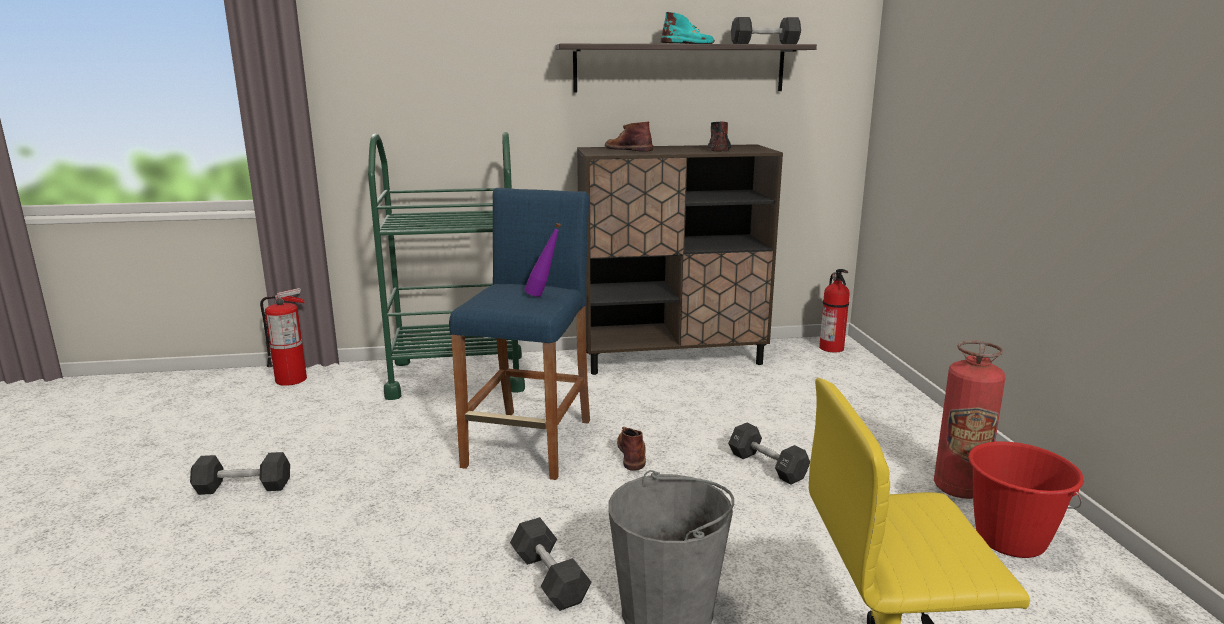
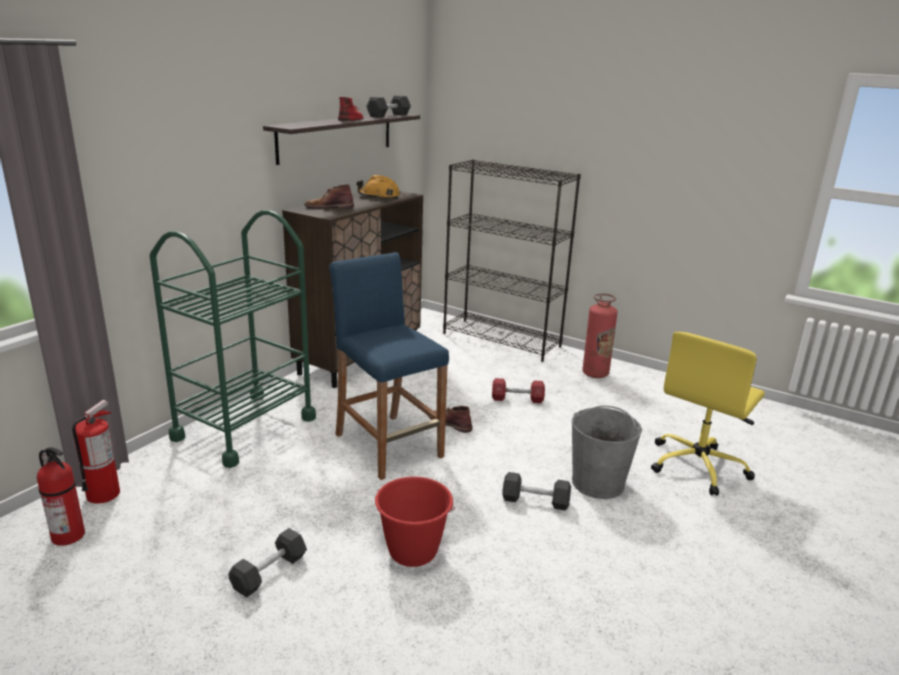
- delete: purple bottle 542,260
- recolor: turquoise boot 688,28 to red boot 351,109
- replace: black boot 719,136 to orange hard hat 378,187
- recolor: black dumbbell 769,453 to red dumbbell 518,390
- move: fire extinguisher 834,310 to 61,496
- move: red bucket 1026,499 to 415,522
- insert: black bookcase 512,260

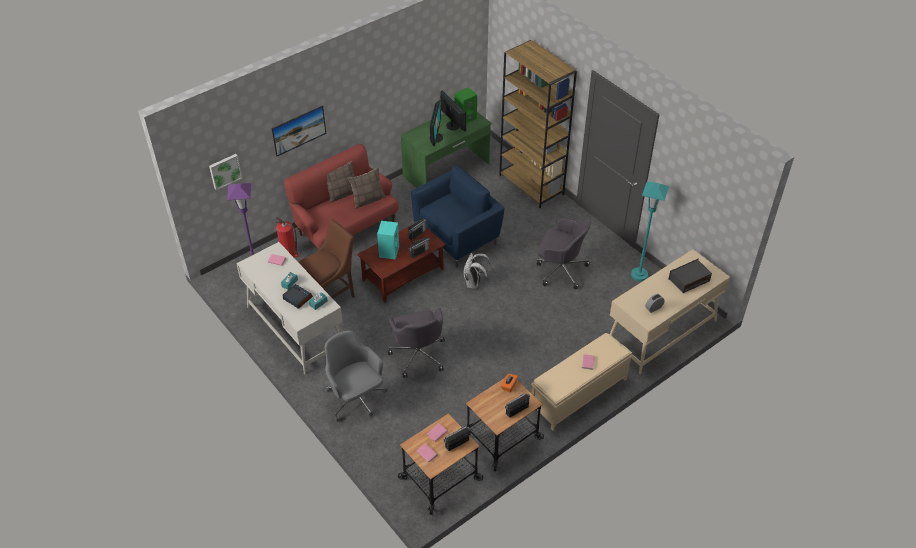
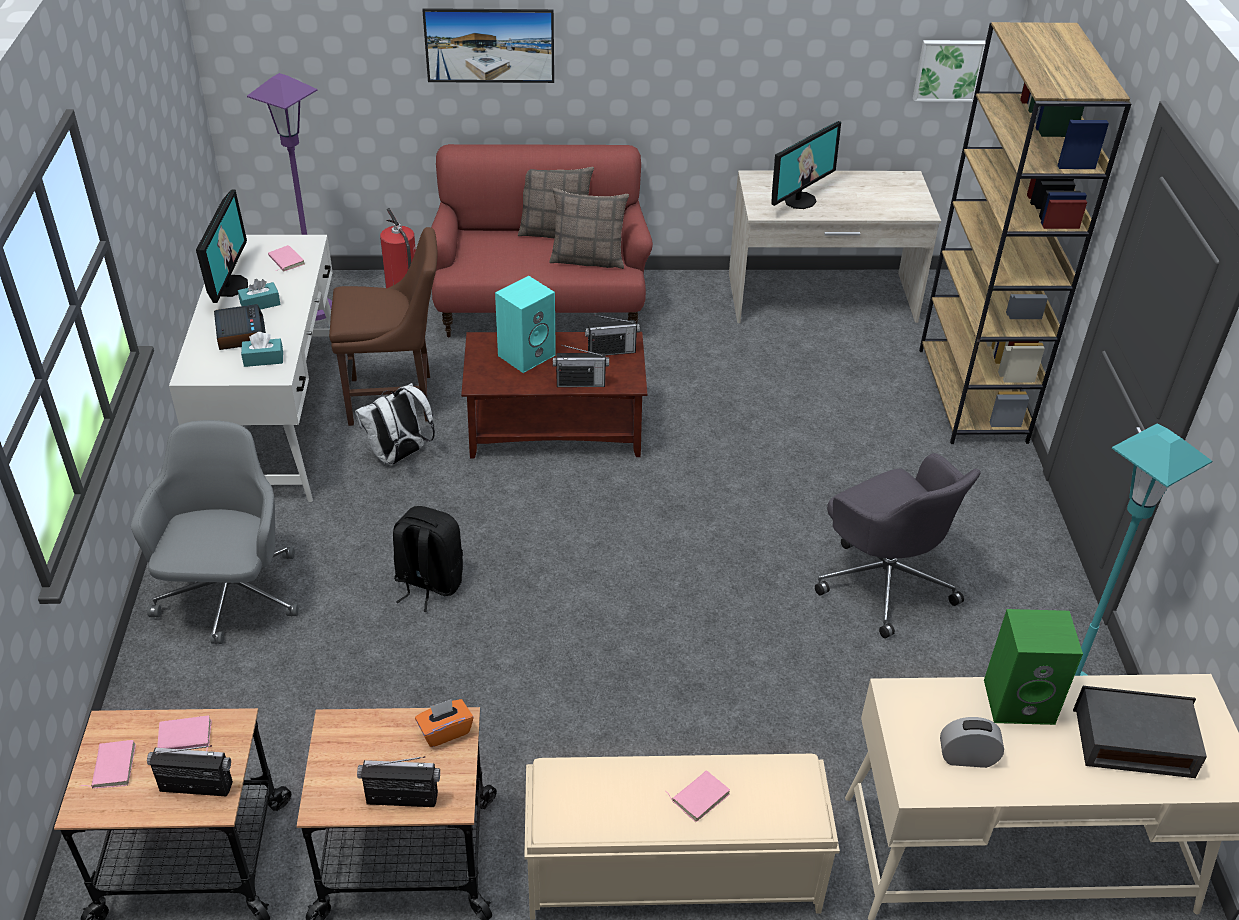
- move: picture 225,172 to 949,71
- replace: grey office chair 416,343 to black backpack 428,559
- recolor: green desk 446,150 to beige desk 835,246
- delete: blue armchair 457,216
- move: monitor 453,111 to 222,246
- move: green speaker 466,105 to 1033,667
- move: white backpack 477,271 to 395,424

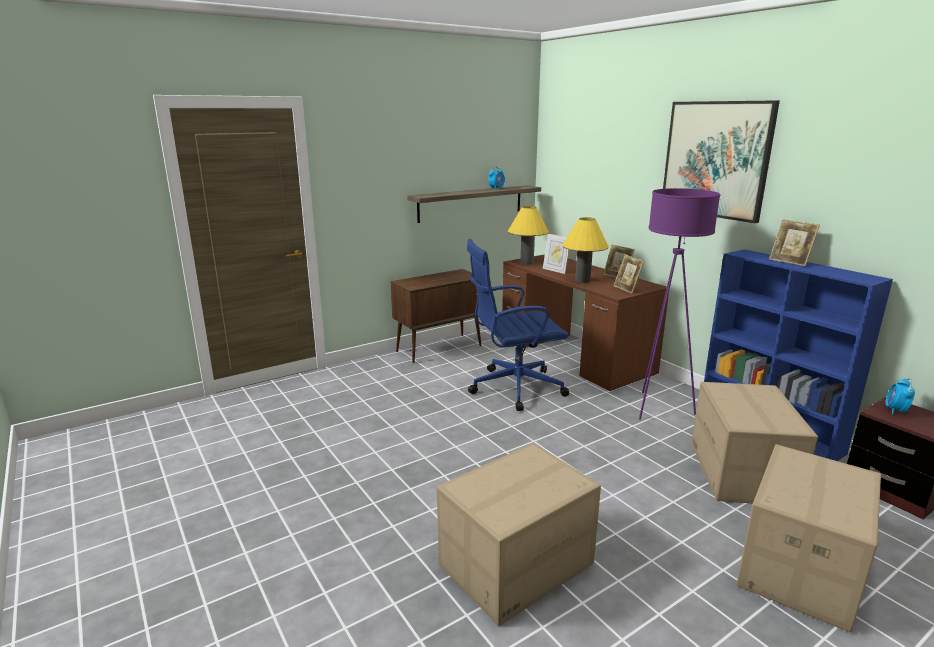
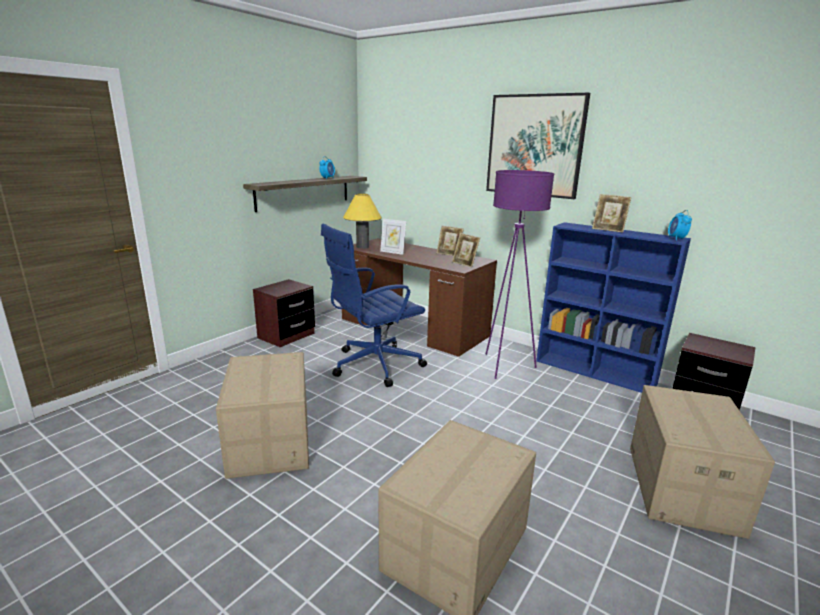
- replace: brown cabinet 436,316 to brown nightstand 284,313
- delete: yellow table lamp 585,250
- move: cardboard box 754,443 to 262,415
- move: alarm clock 900,396 to 680,225

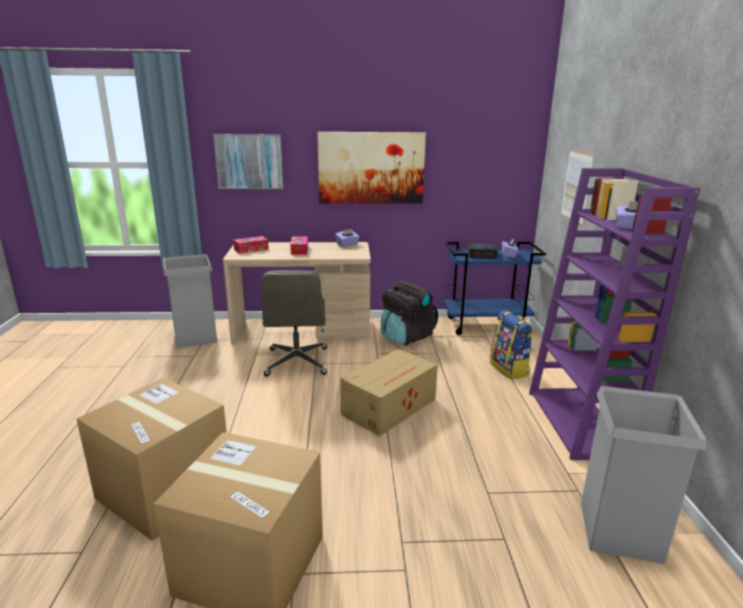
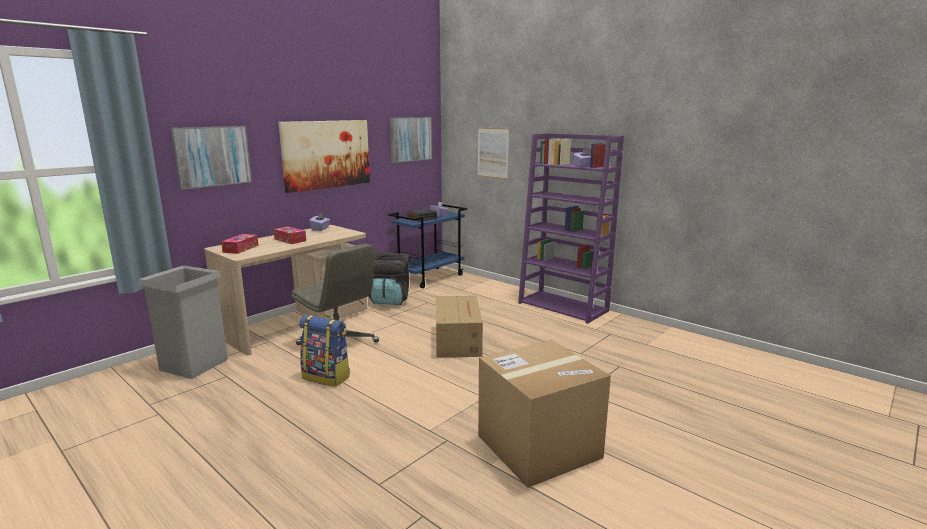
- delete: cardboard box 151,459
- move: backpack 511,344 to 324,351
- delete: grey trash can 643,475
- insert: picture 411,140

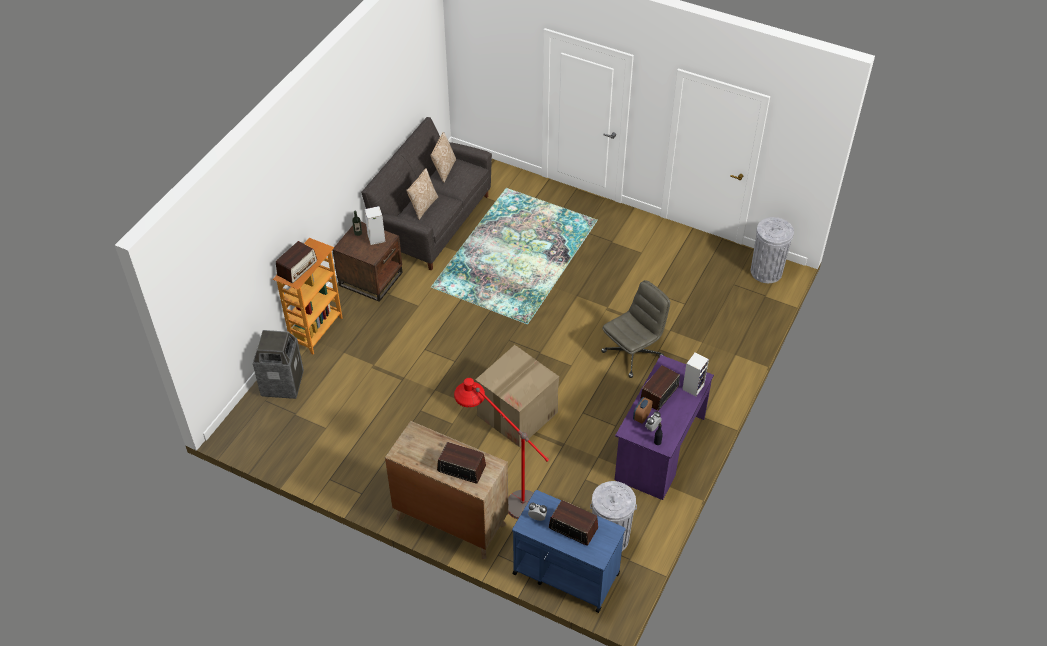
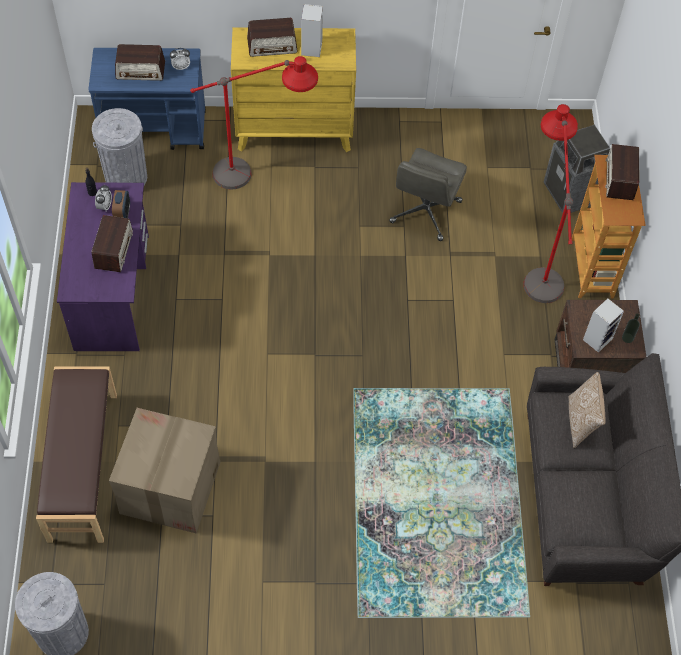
- recolor: brown dresser 447,490 to yellow dresser 293,89
- delete: pillow 443,157
- move: cardboard box 517,396 to 164,470
- move: grey office chair 635,329 to 428,194
- move: speaker 695,374 to 312,30
- insert: brown bench 76,454
- insert: red floor lamp 550,203

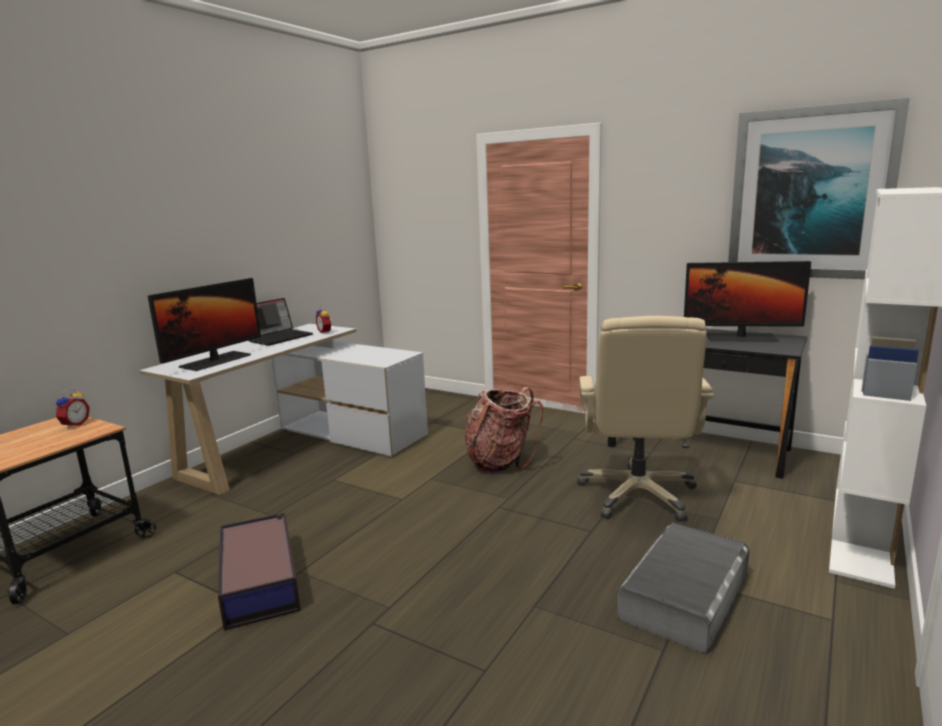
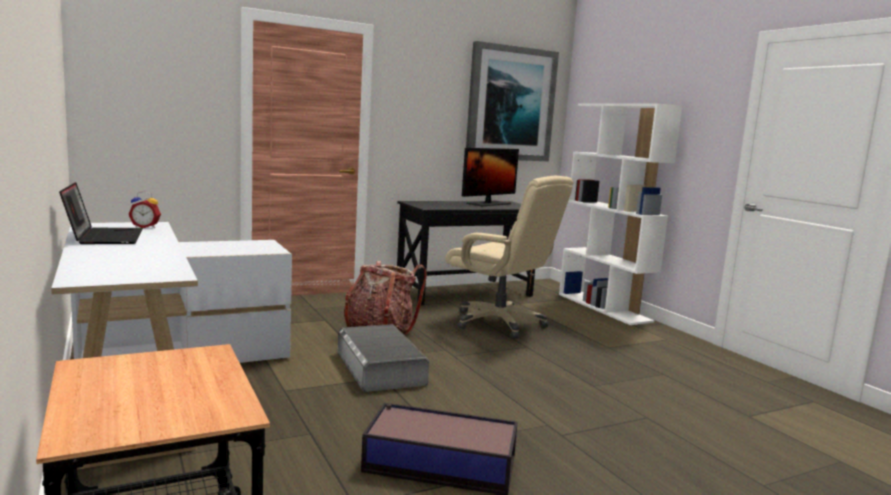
- delete: alarm clock 73,408
- delete: monitor 204,324
- move: grey storage box 683,588 to 383,358

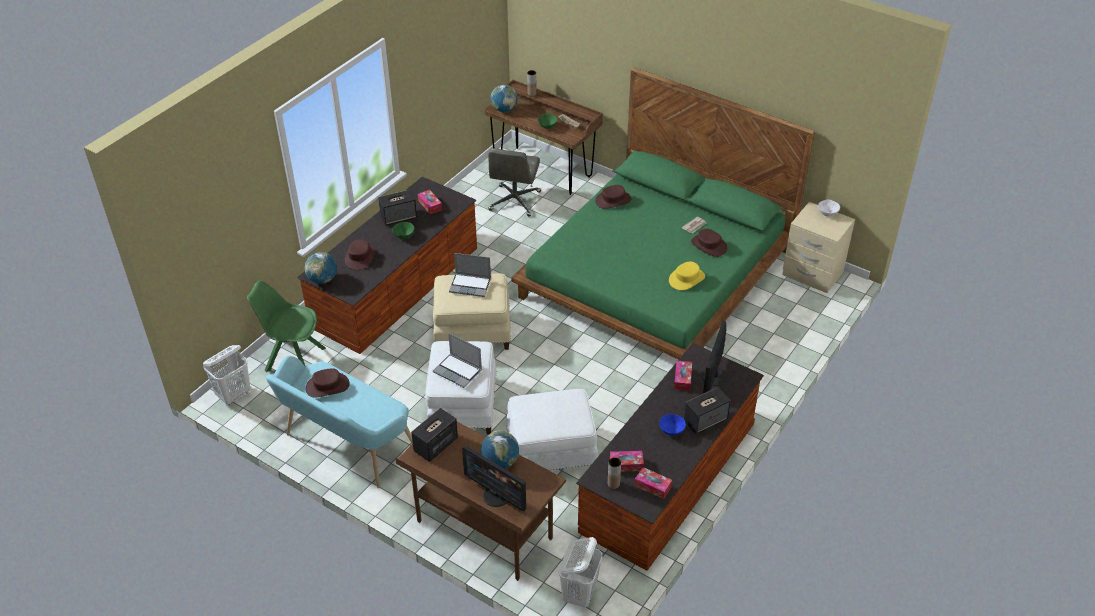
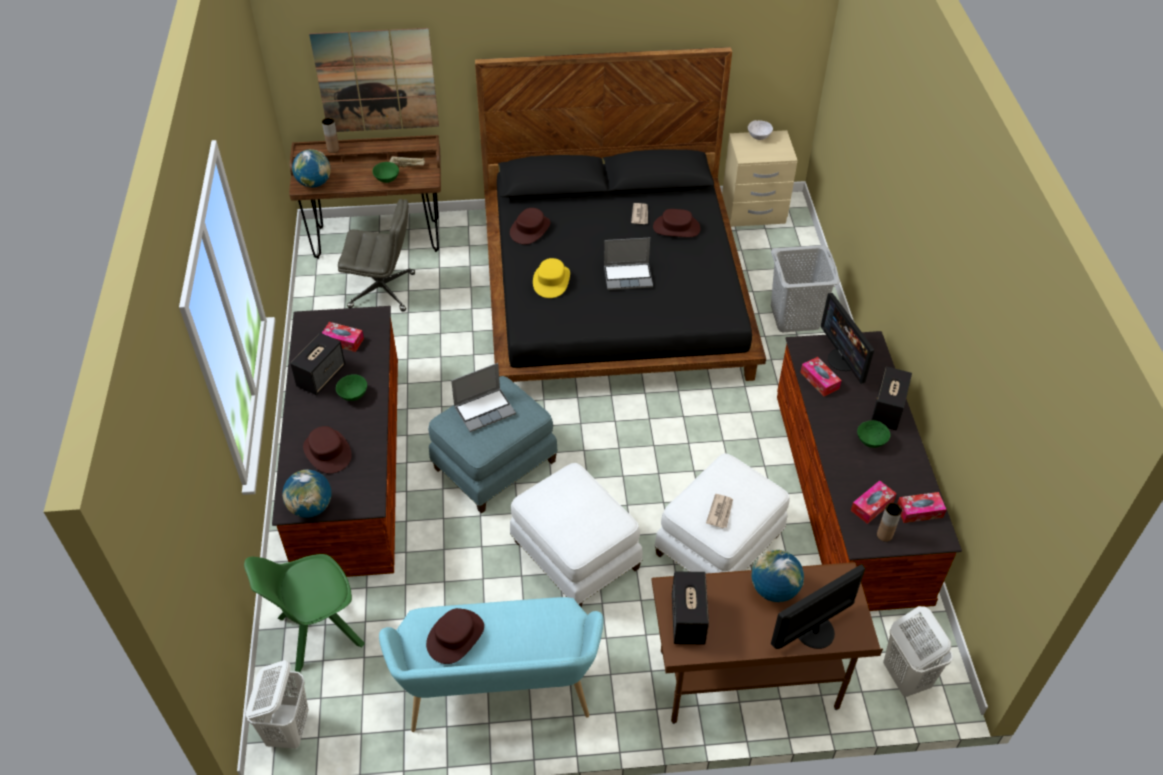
- recolor: beige ottoman 472,311 to blue ottoman 493,445
- move: laptop 457,360 to 628,263
- rotate: monitor 494,478 = 818,606 150 degrees clockwise
- rotate: grey office chair 514,182 = 376,255 60 degrees counterclockwise
- recolor: green bed 663,213 to black bed 620,214
- recolor: blue bowl 672,424 to green bowl 874,434
- move: yellow hat 687,276 to 551,278
- insert: picture 374,80
- insert: newspaper 719,511
- insert: grey laundry basket 805,288

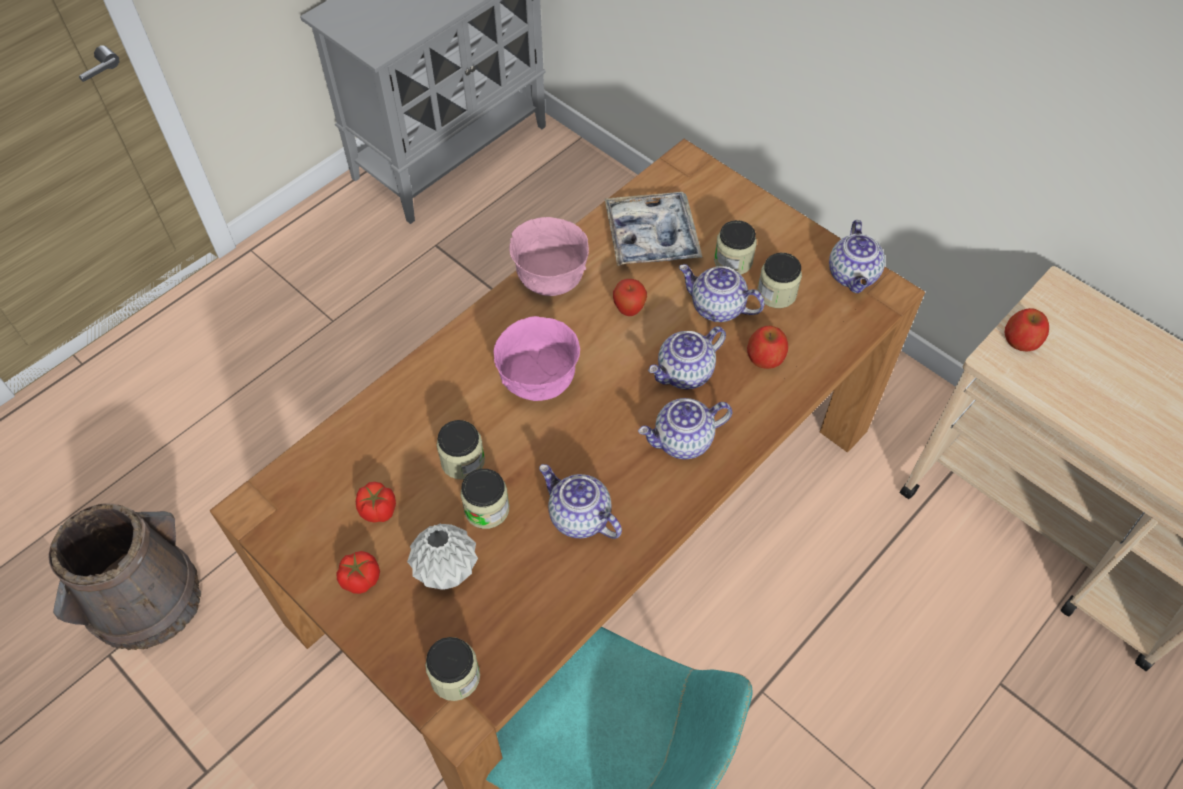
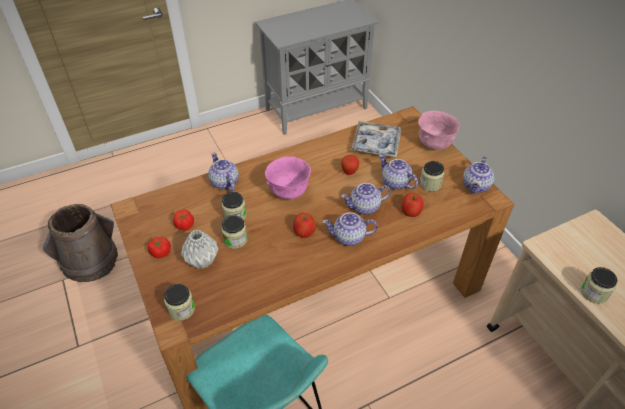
- move: pink bowl 549,256 to 439,130
- move: teapot 580,501 to 223,172
- move: jar 735,247 to 599,285
- move: apple 1027,330 to 304,225

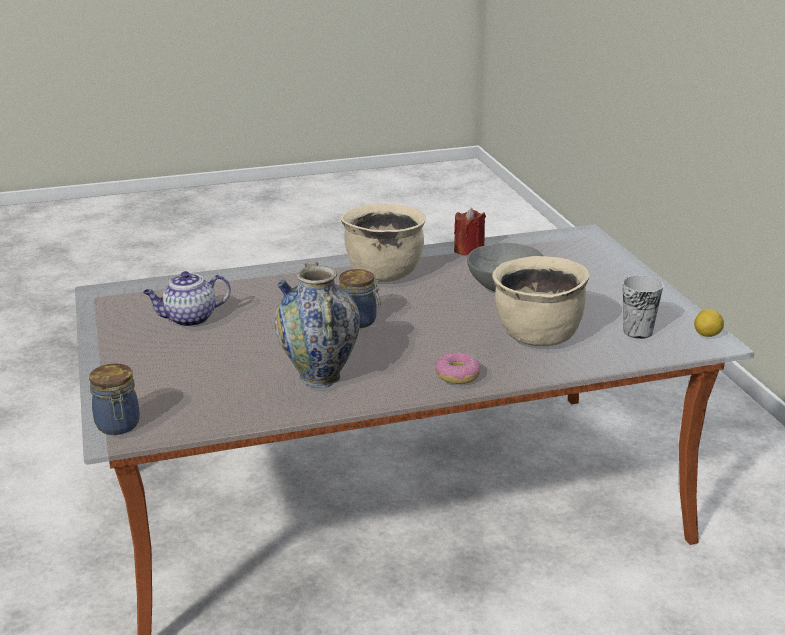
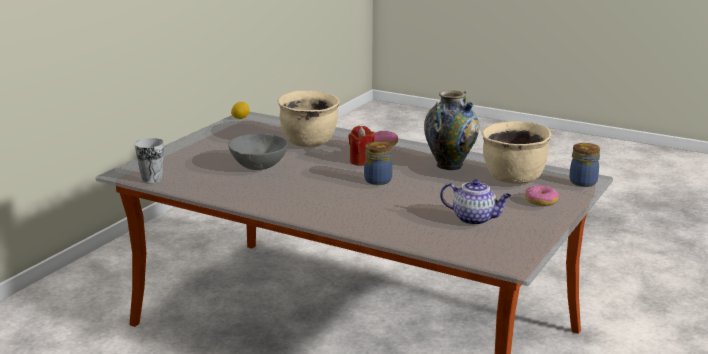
- move: beige cooking pot 383,242 to 516,152
- move: red candle 470,232 to 361,146
- move: cup 643,307 to 149,160
- insert: donut 542,195

